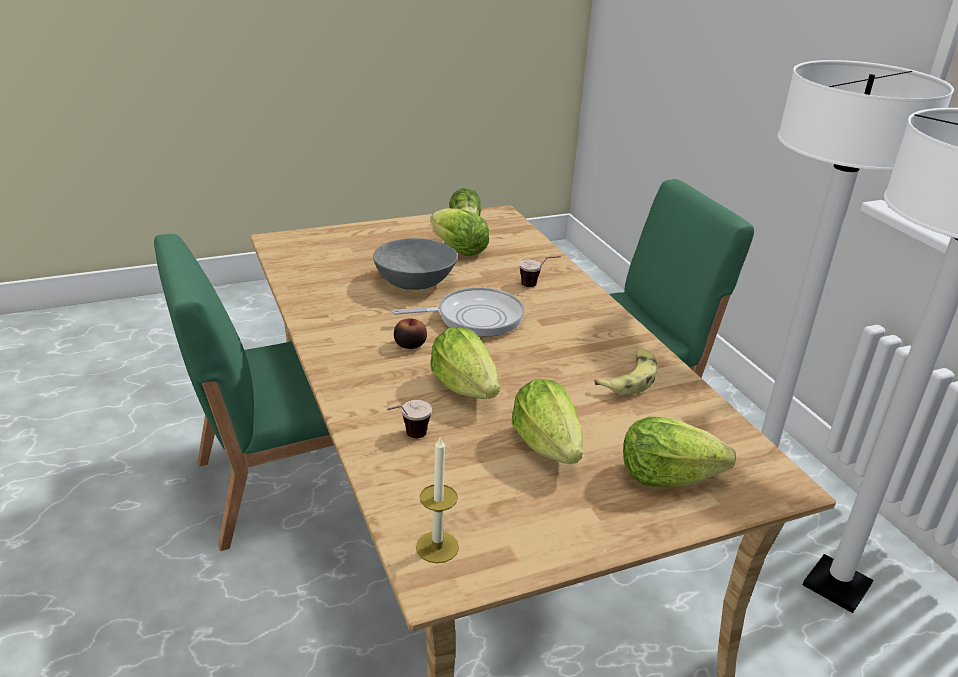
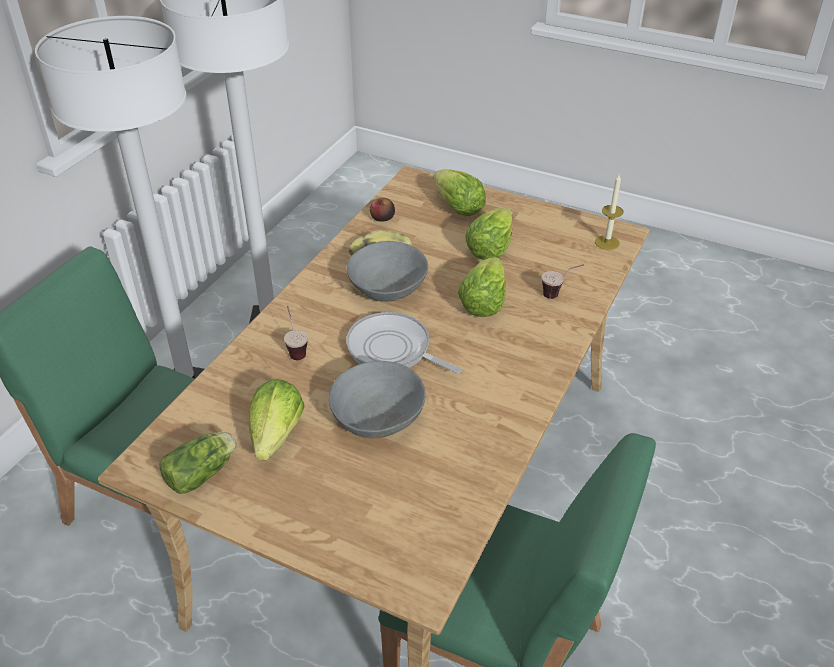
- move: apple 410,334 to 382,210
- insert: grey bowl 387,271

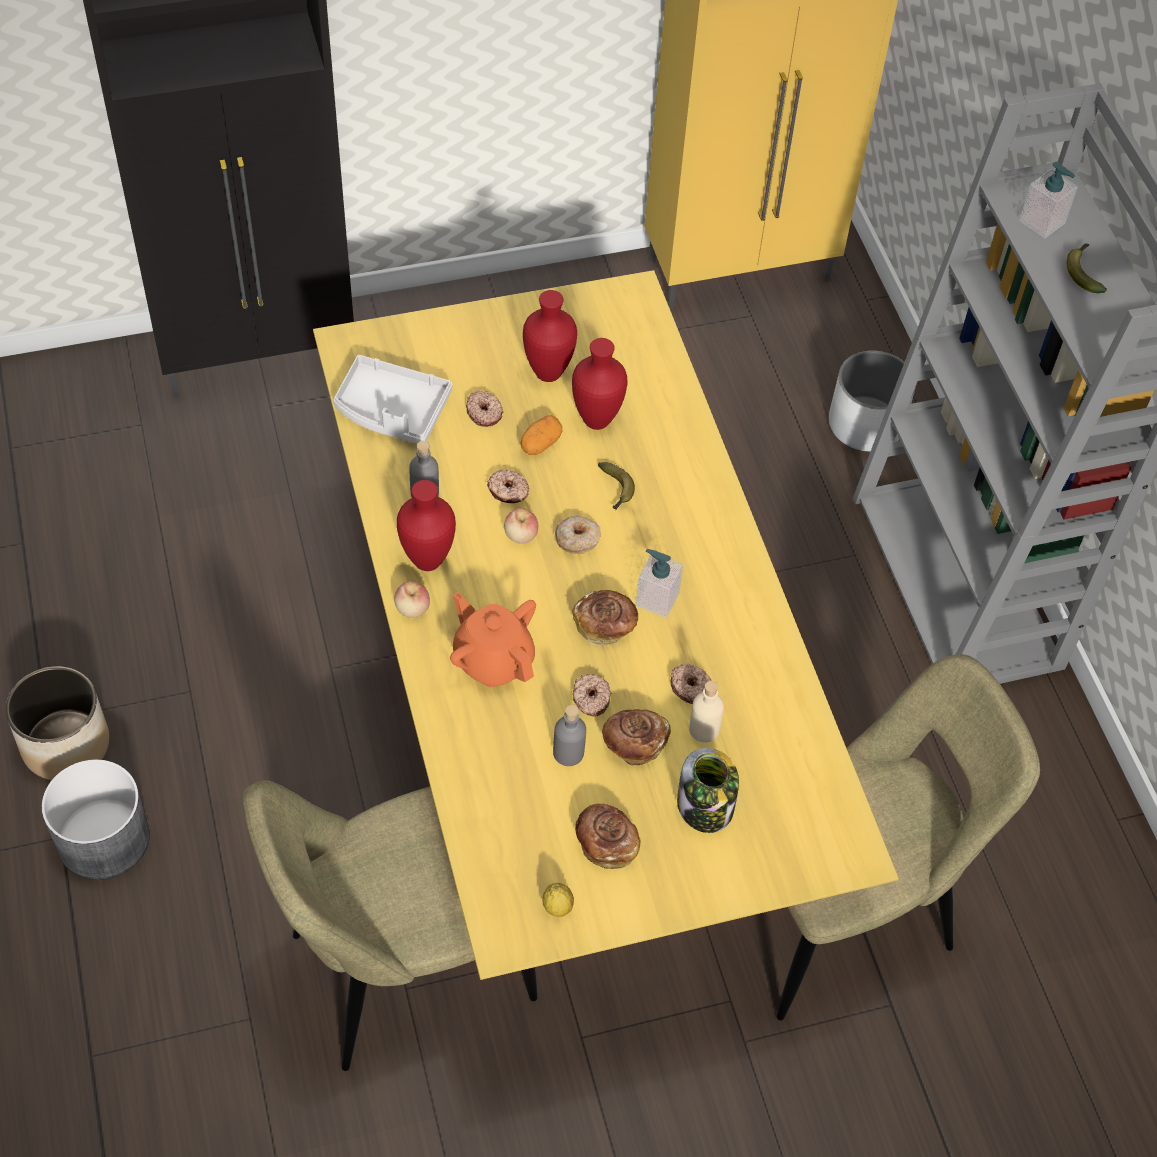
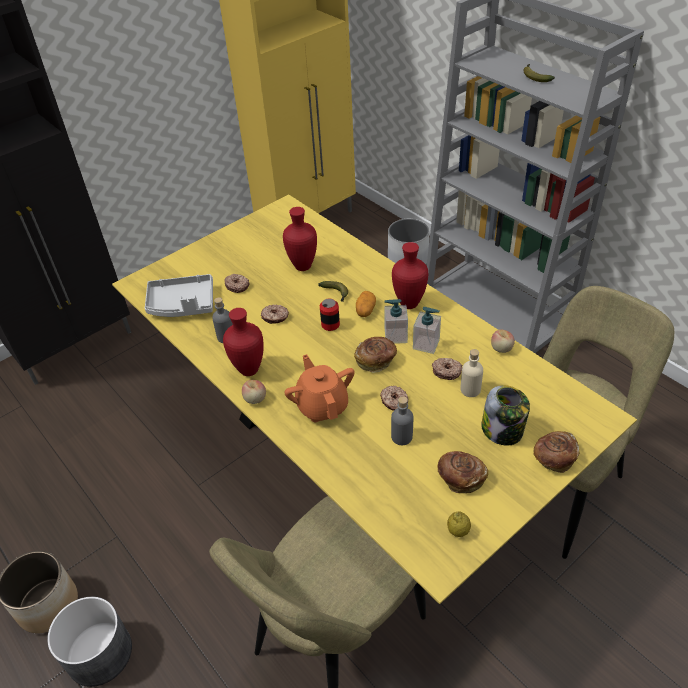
- rotate: orange teapot 493,640 = 319,388 45 degrees clockwise
- move: apple 521,526 to 503,341
- move: potato 541,435 to 366,304
- move: red vase 550,336 to 410,275
- replace: donut 578,535 to can 330,314
- move: bread 636,737 to 556,452
- move: soap dispenser 1048,200 to 427,330

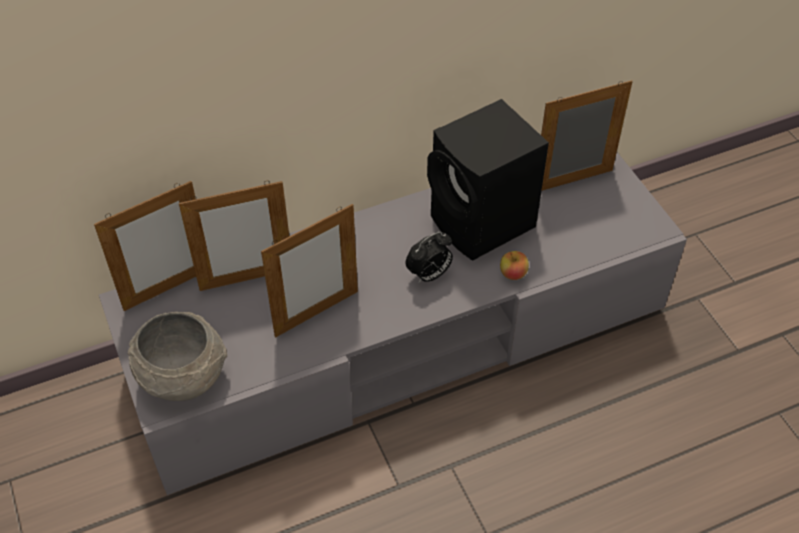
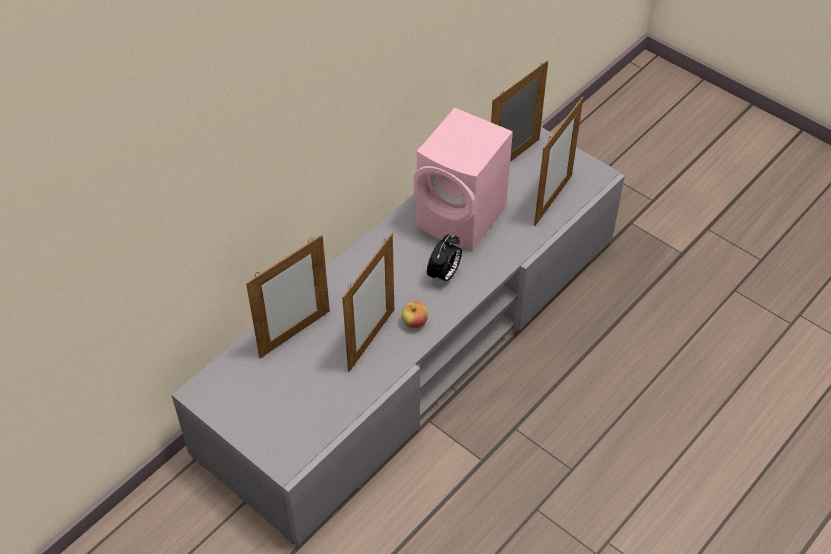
- move: picture frame 145,246 to 558,161
- delete: grey bowl 177,356
- recolor: black speaker 488,180 to pink speaker 463,179
- move: apple 514,265 to 415,314

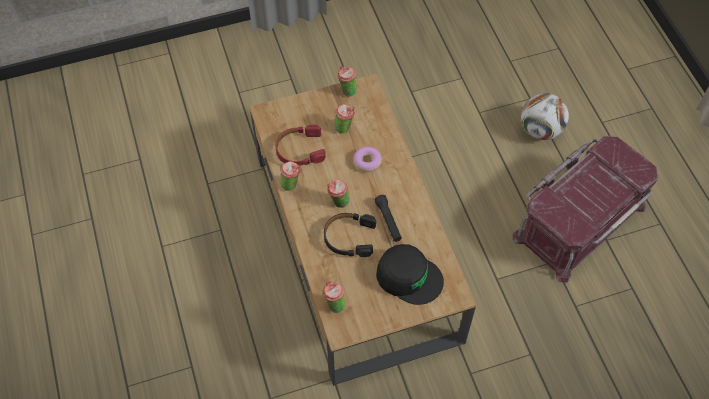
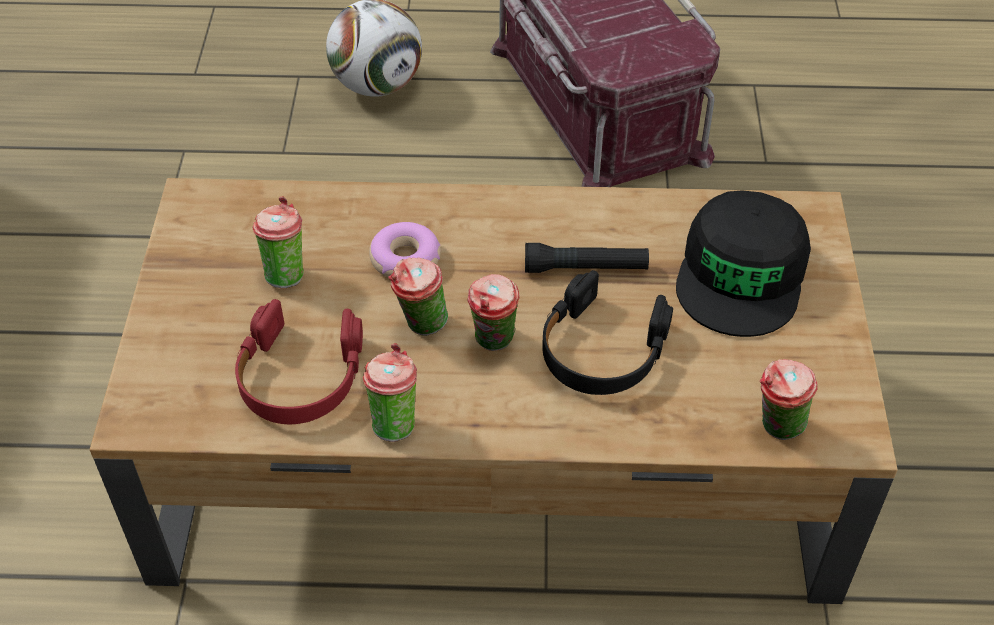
- move: cup 347,81 to 418,297
- rotate: black cap 410,274 = 743,264 150 degrees clockwise

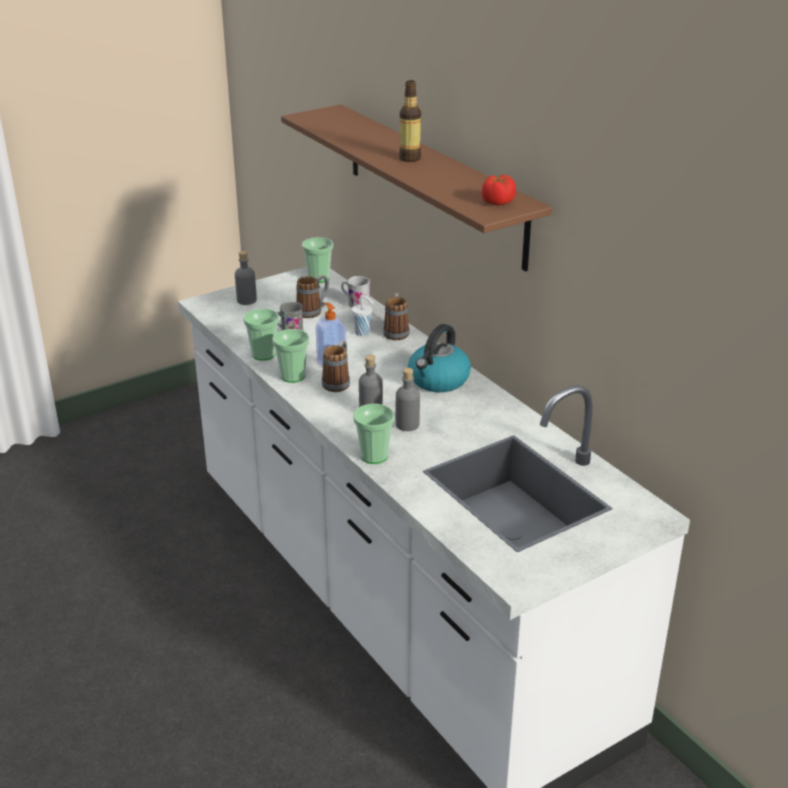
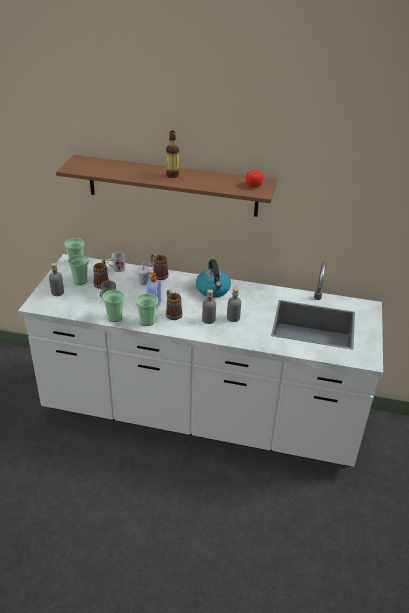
- move: cup 374,434 to 78,270

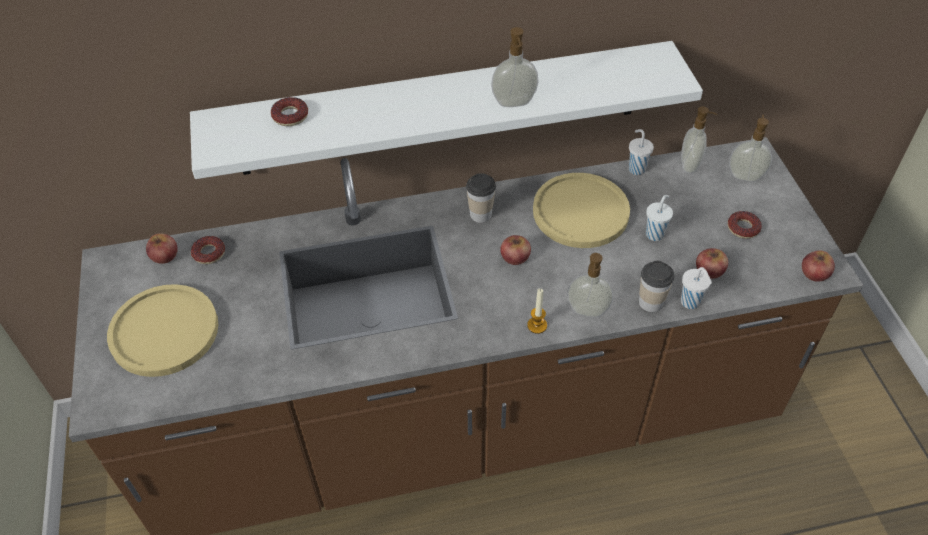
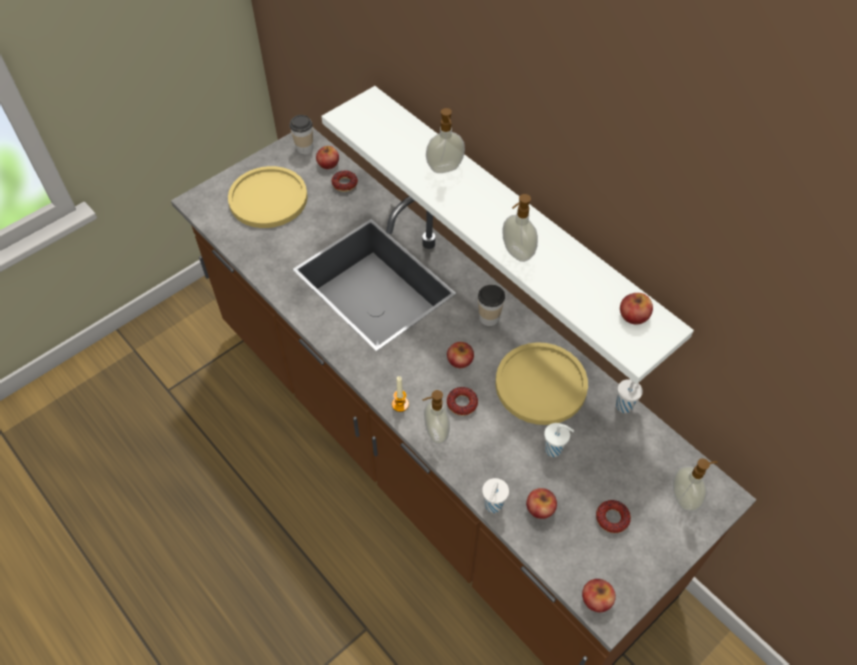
- move: donut 289,111 to 462,401
- move: cup 656,286 to 301,135
- move: soap dispenser 699,139 to 445,140
- insert: apple 636,308

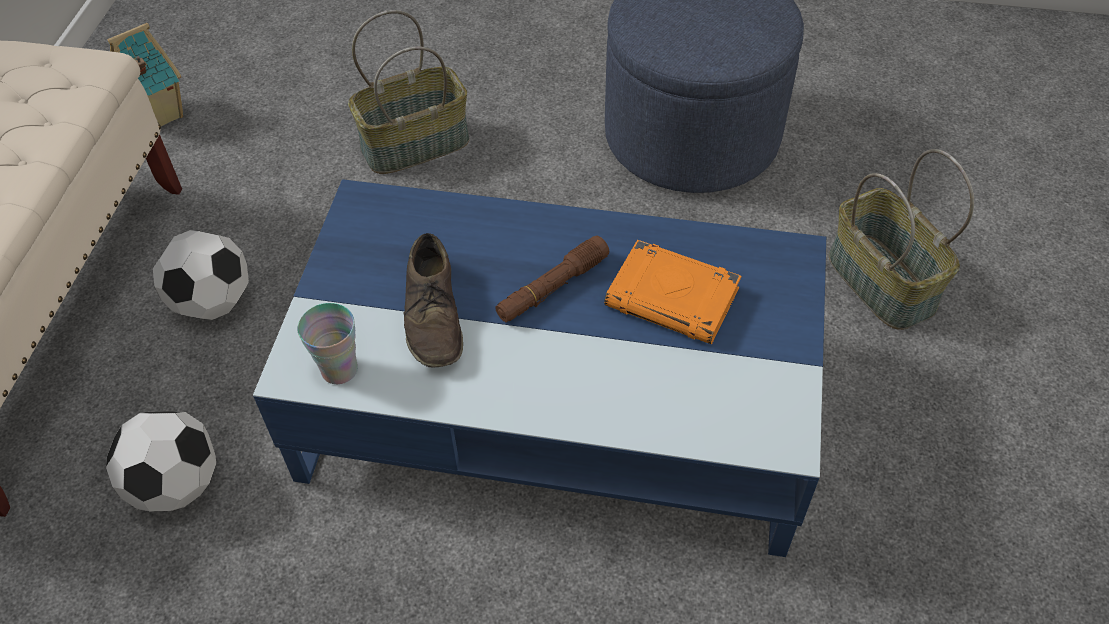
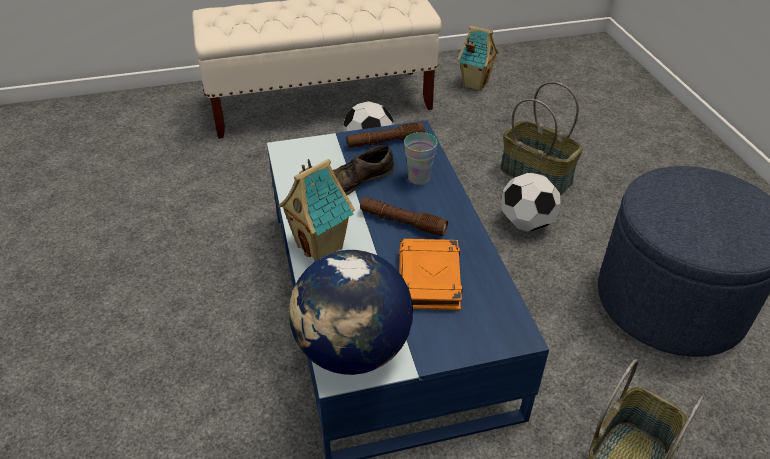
- move: football 161,461 to 531,202
- move: cup 327,343 to 420,158
- insert: toy house 316,210
- insert: globe 351,312
- insert: brown flashlight 385,135

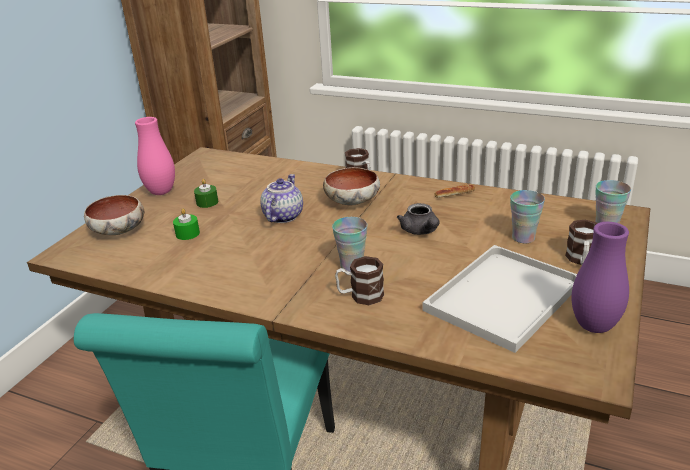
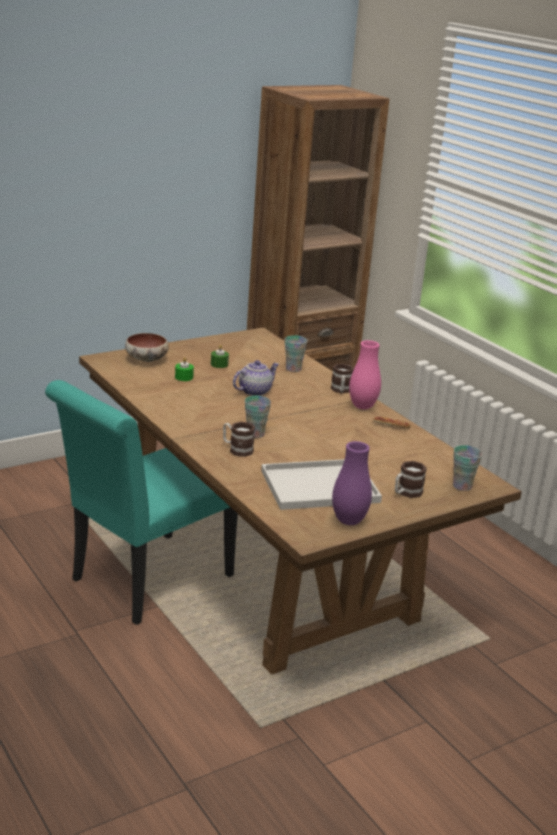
- move: pink vase 155,156 to 365,374
- delete: bowl 351,186
- delete: grey teapot 418,219
- move: cup 527,217 to 296,353

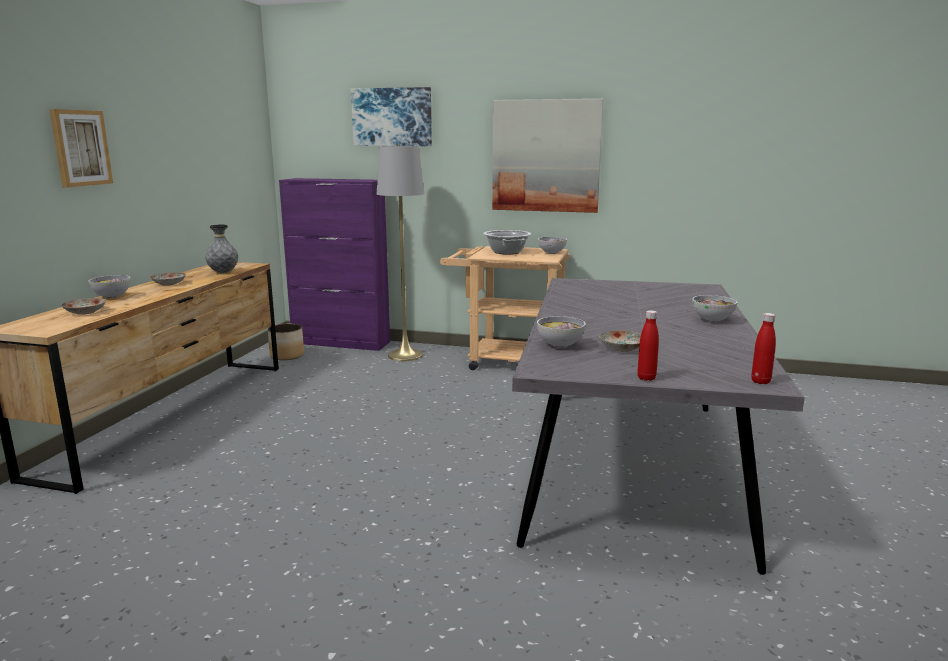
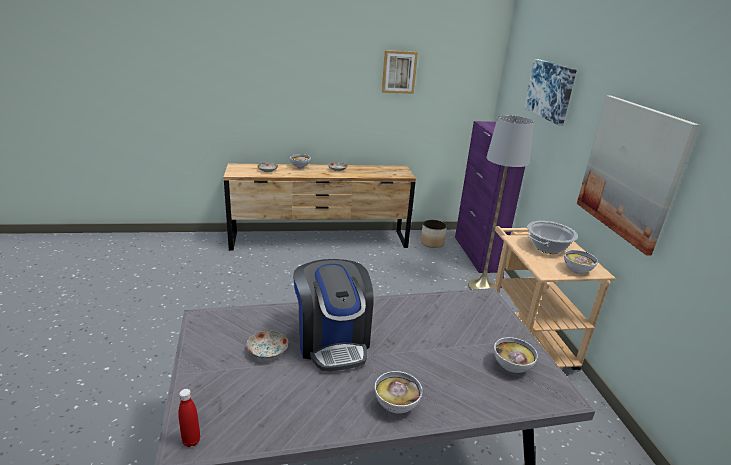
- move: picture 81,148 to 400,72
- delete: grey vase 221,249
- move: bowl 561,332 to 516,355
- delete: red bottle 648,345
- insert: coffee machine 333,315

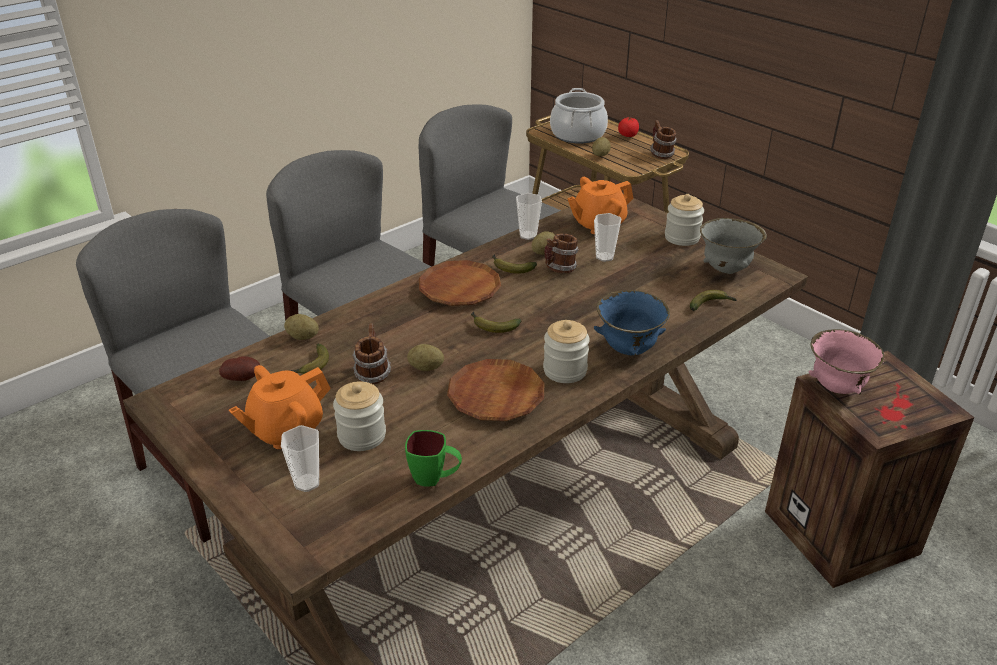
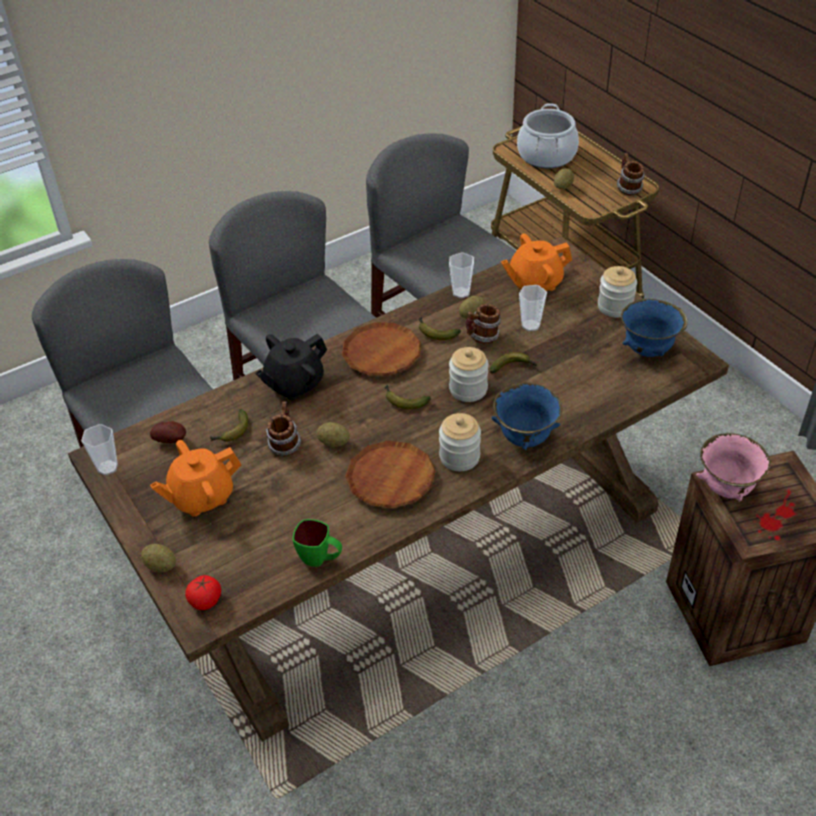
- move: cup 300,458 to 99,449
- move: potato 301,327 to 158,558
- move: jar 359,416 to 469,374
- move: tomato 628,127 to 203,592
- move: banana 713,300 to 513,363
- recolor: grey bowl 733,246 to blue bowl 654,328
- insert: black teapot 291,367

